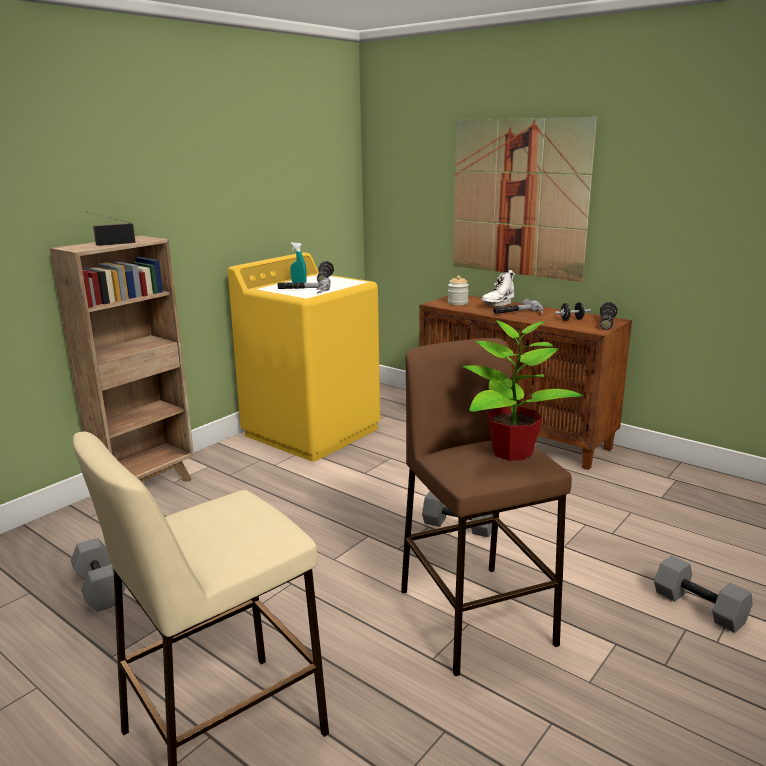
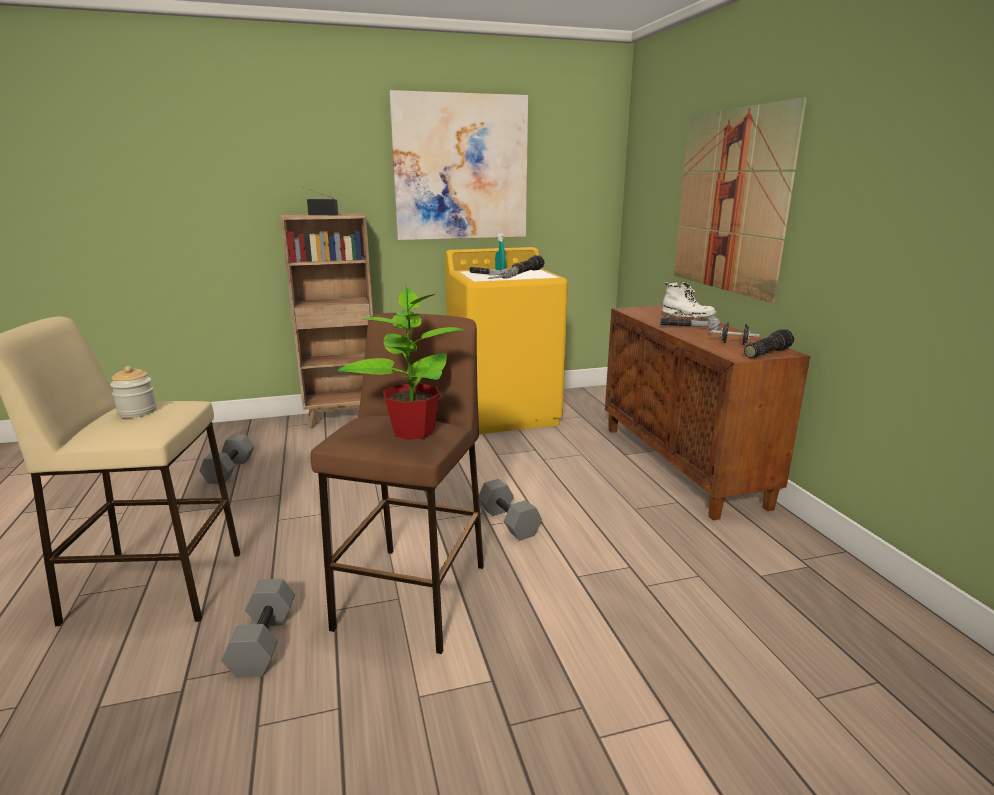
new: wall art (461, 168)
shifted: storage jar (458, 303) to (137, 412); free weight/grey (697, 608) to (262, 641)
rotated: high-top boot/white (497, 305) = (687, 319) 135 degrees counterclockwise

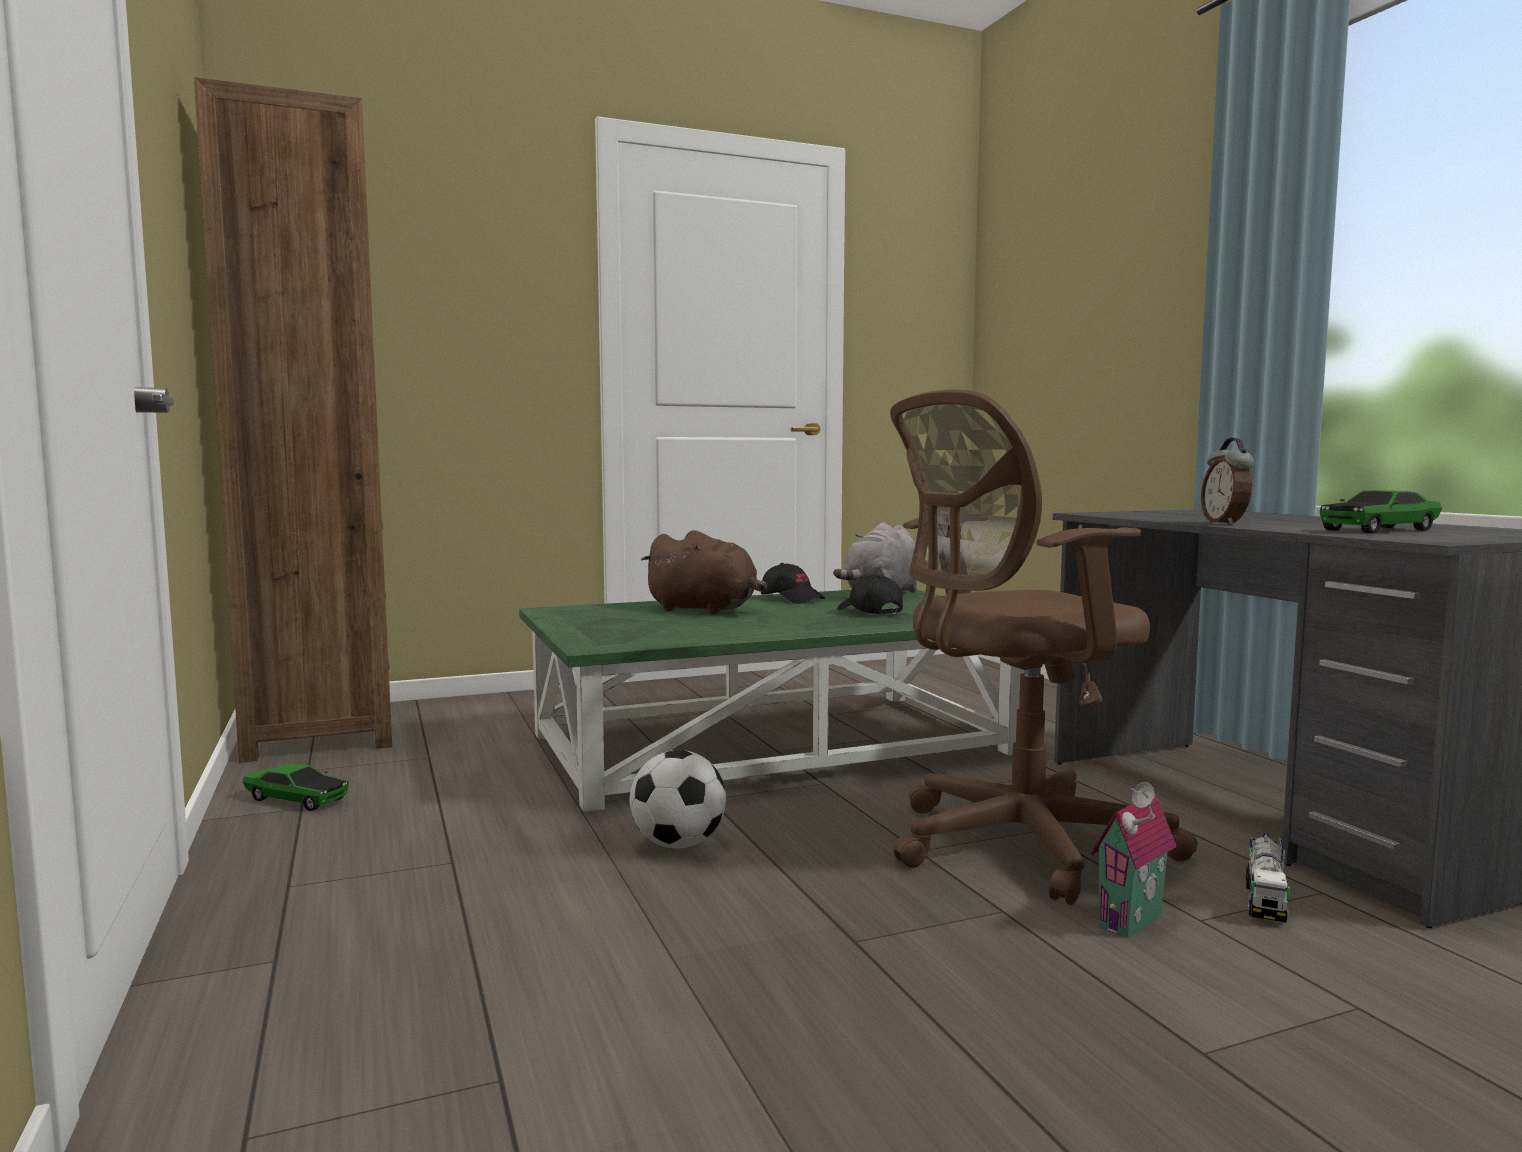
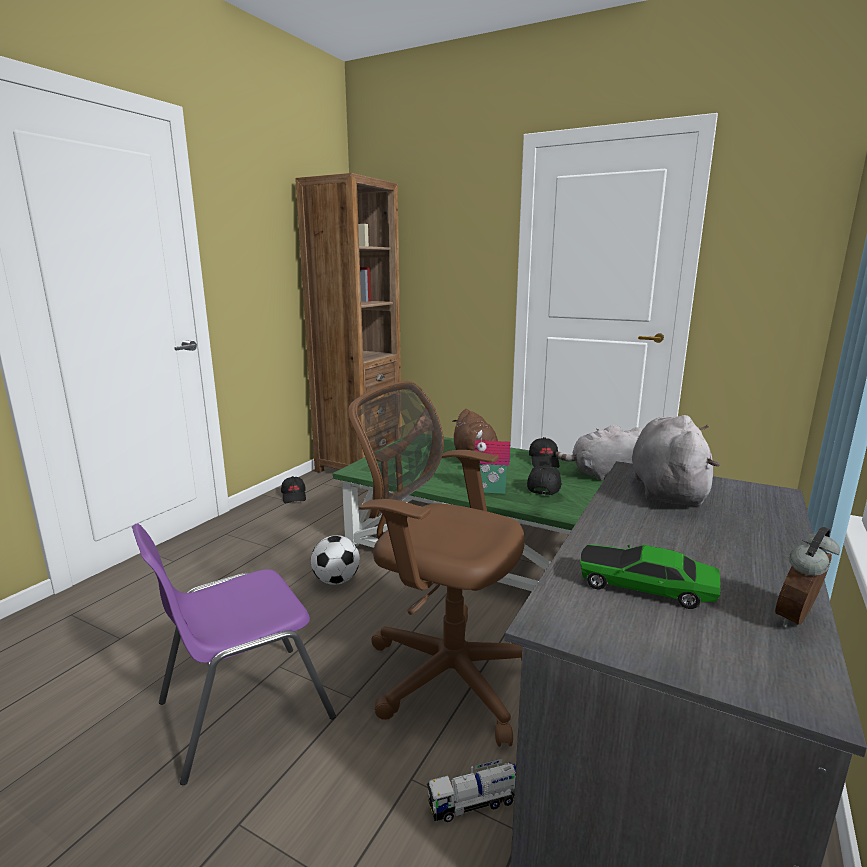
new: chair/purplish (242, 709); plush toy/grey (666, 490)
shifted: toy house (1134, 923) to (490, 491); bedside clock (1226, 523) to (799, 619)
swapped: miniature car (296, 799) to baseball cap/blackish (294, 496)

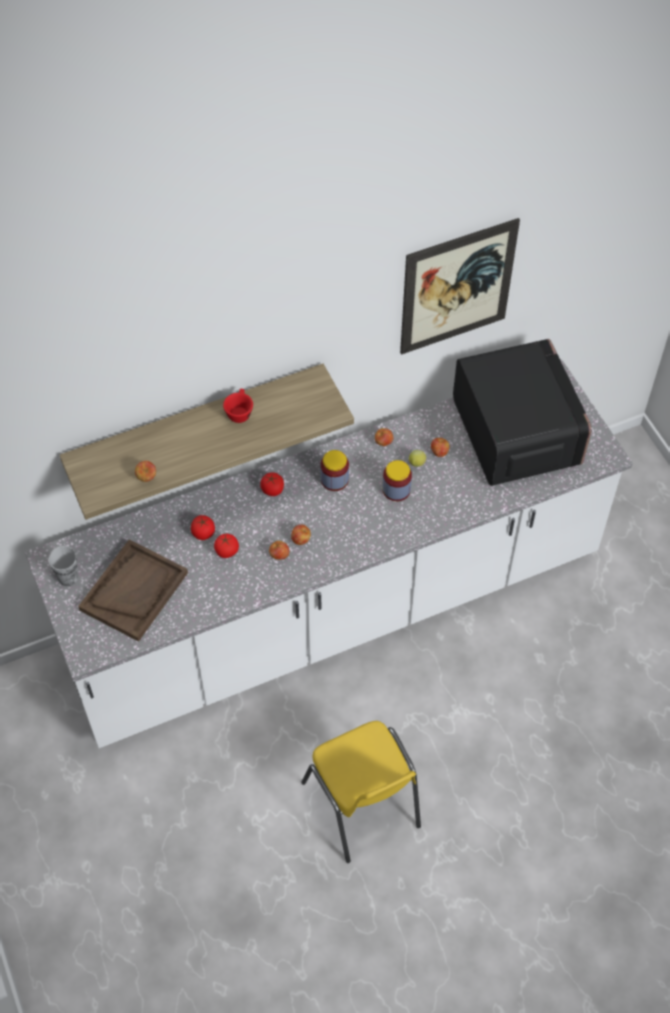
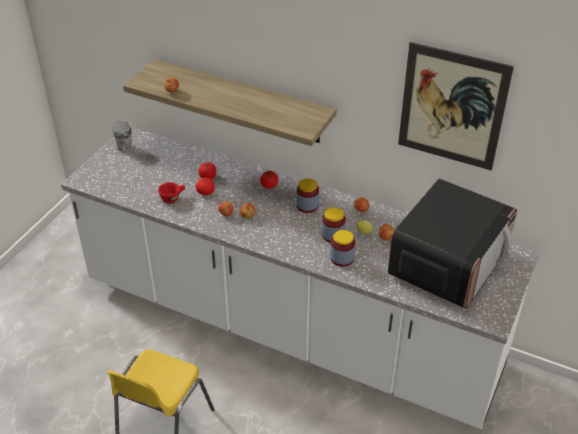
gone: tray/brown-coloured (134, 591)
new: storage jar (342, 258)
shifted: cup/red-coloured (239, 412) to (173, 198)

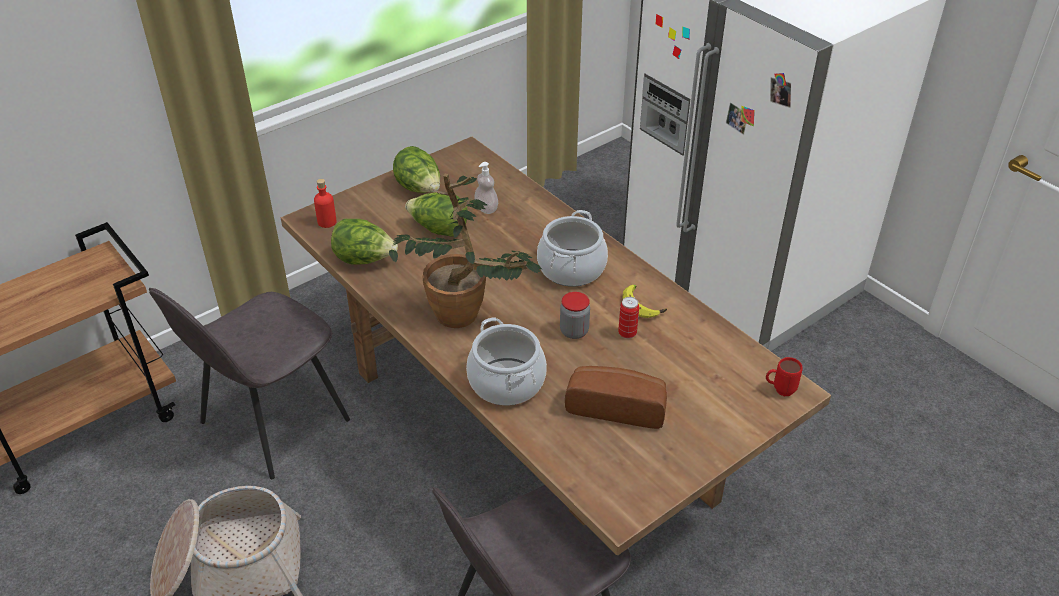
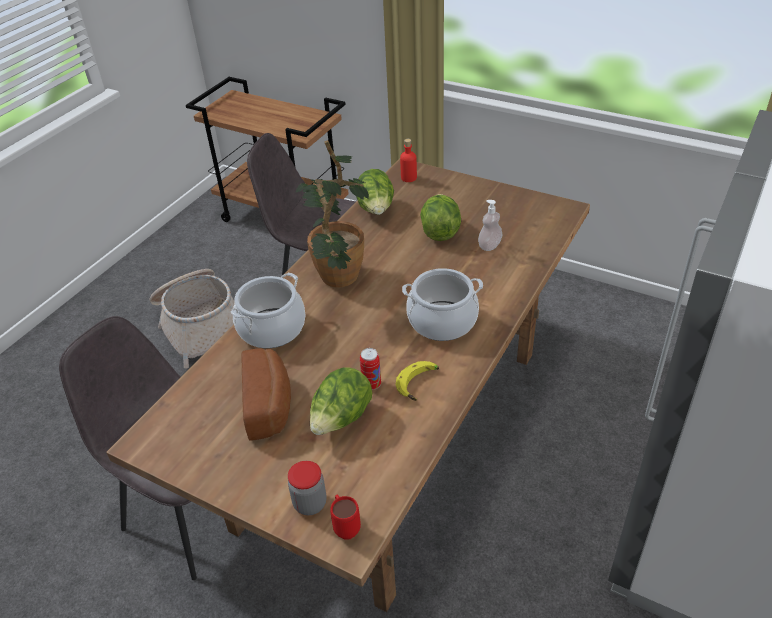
shifted: lettuce head (419, 189) to (341, 419); storage jar (574, 331) to (310, 503)

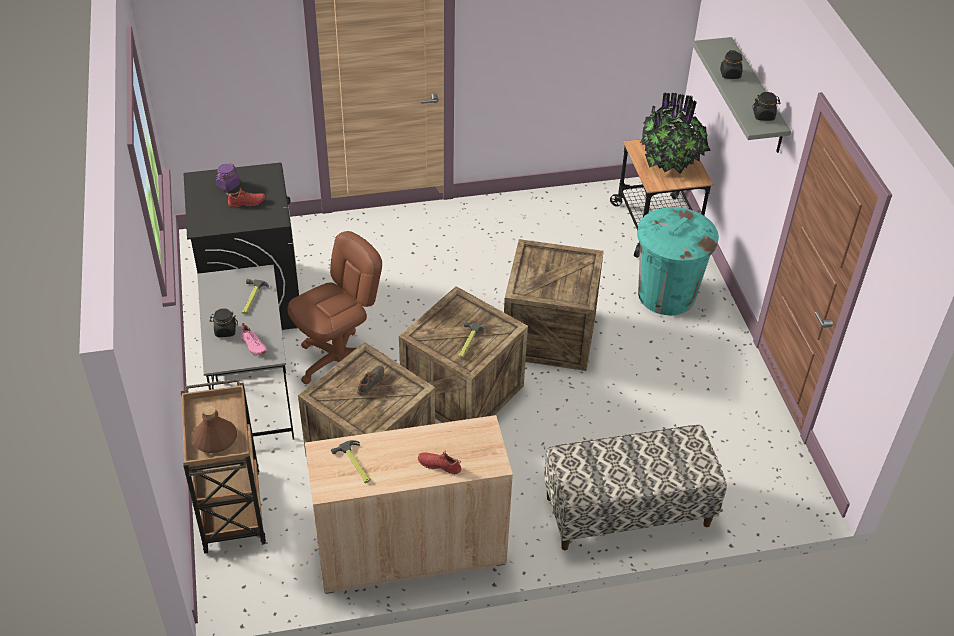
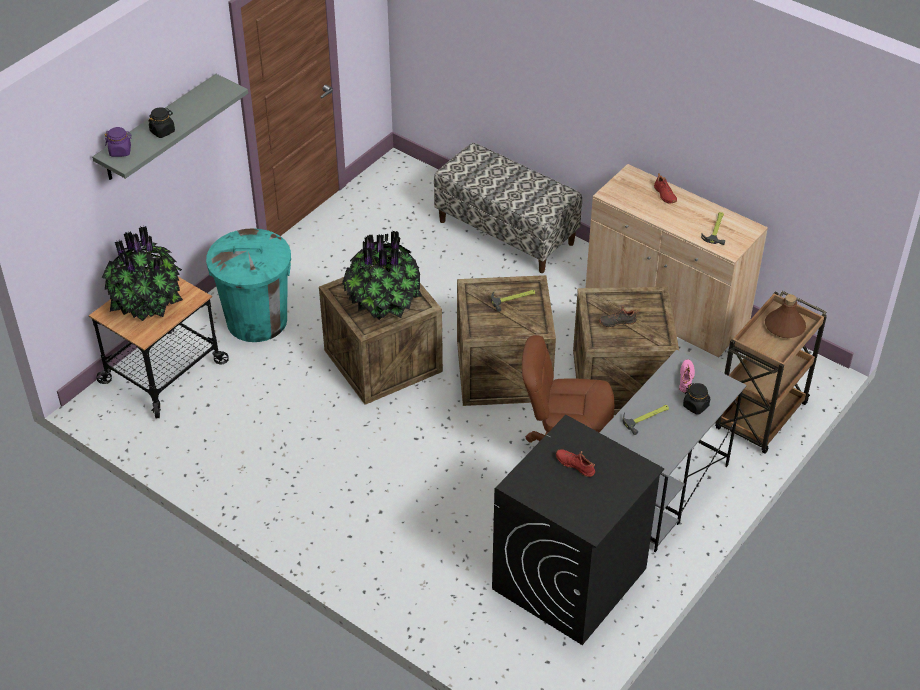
gone: storage jar/blackish (763, 116)
new: houseplant (383, 305)
shifted: storage jar/purplish (228, 185) to (120, 151)

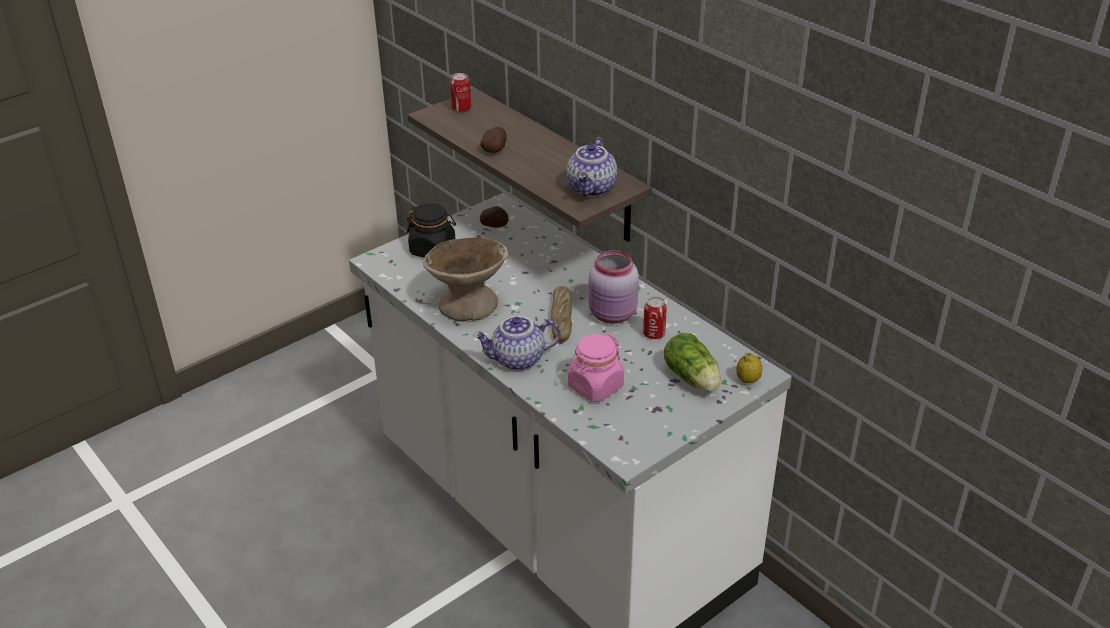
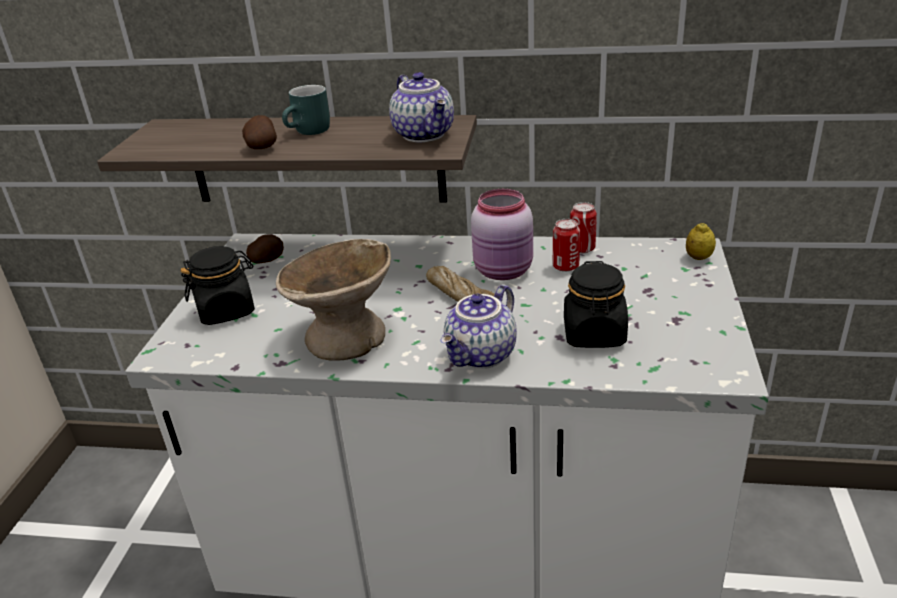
gone: lettuce head (693, 379)
new: coffee mug/turquoise (310, 132)
shifted: sealed can (461, 109) to (582, 248)
repainted: storage jar/pinkish (595, 387) to storage jar/blackish (594, 334)

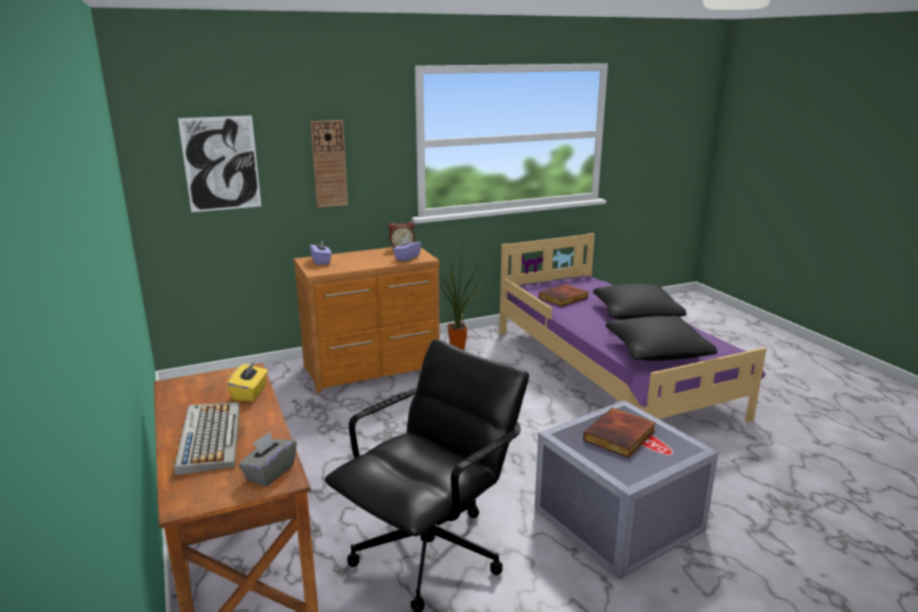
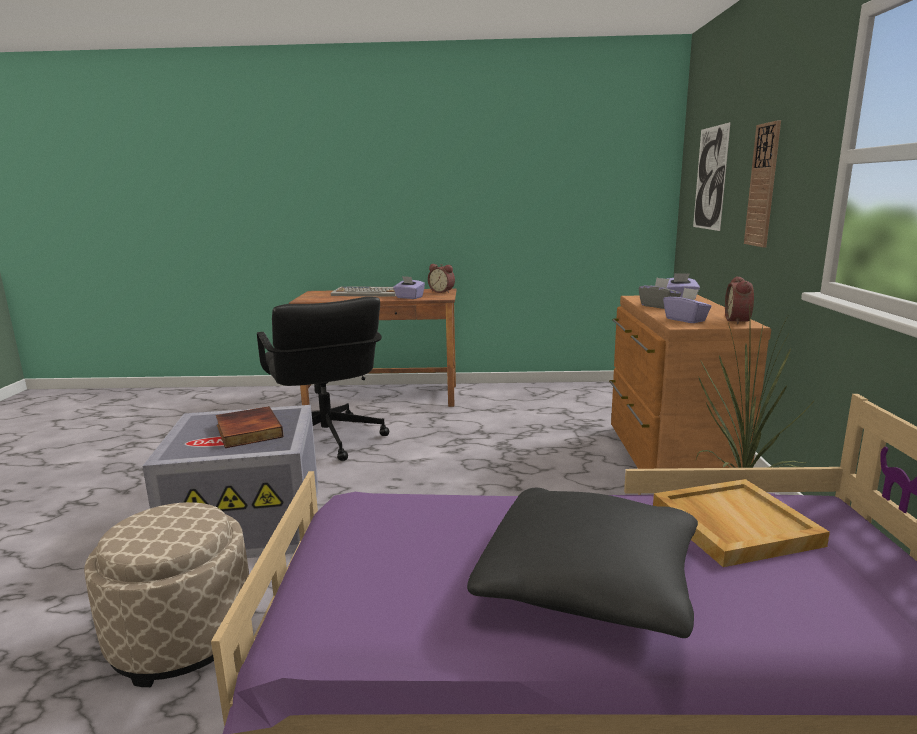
gone: cushion/blackish (657, 352)
new: footrest/beige-coloured (182, 637); bedside clock (442, 292)
shifted: tissue holder/grey (269, 473) to (658, 306)
swapped: book (564, 298) to tray/beige-coloured (732, 525)
repainted: tissue holder/yellowish (250, 393) to tissue holder/purplish (409, 297)

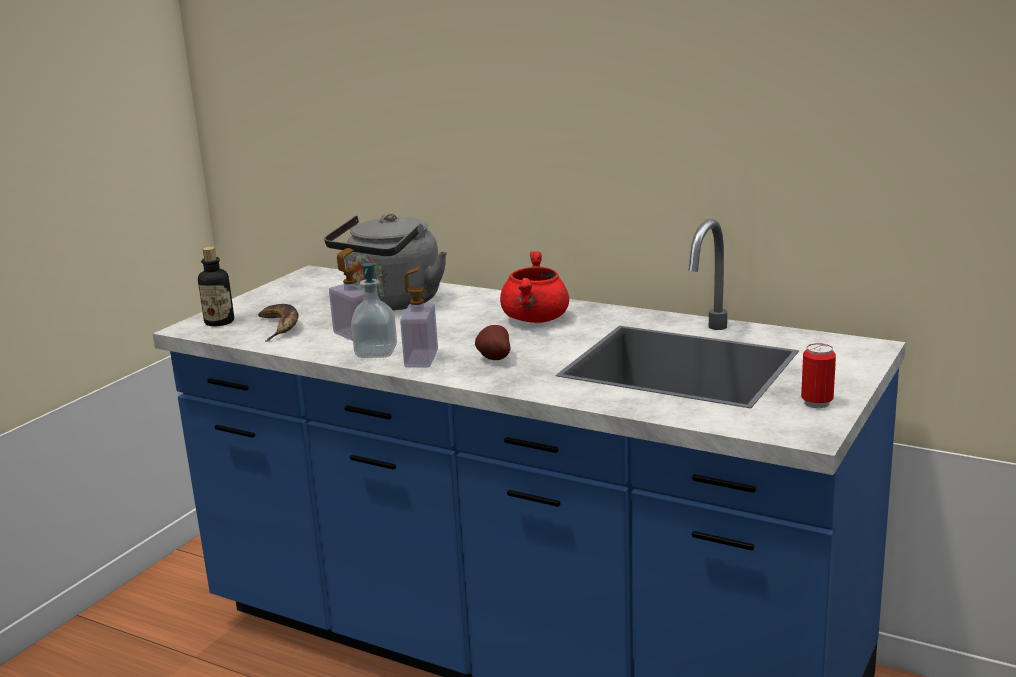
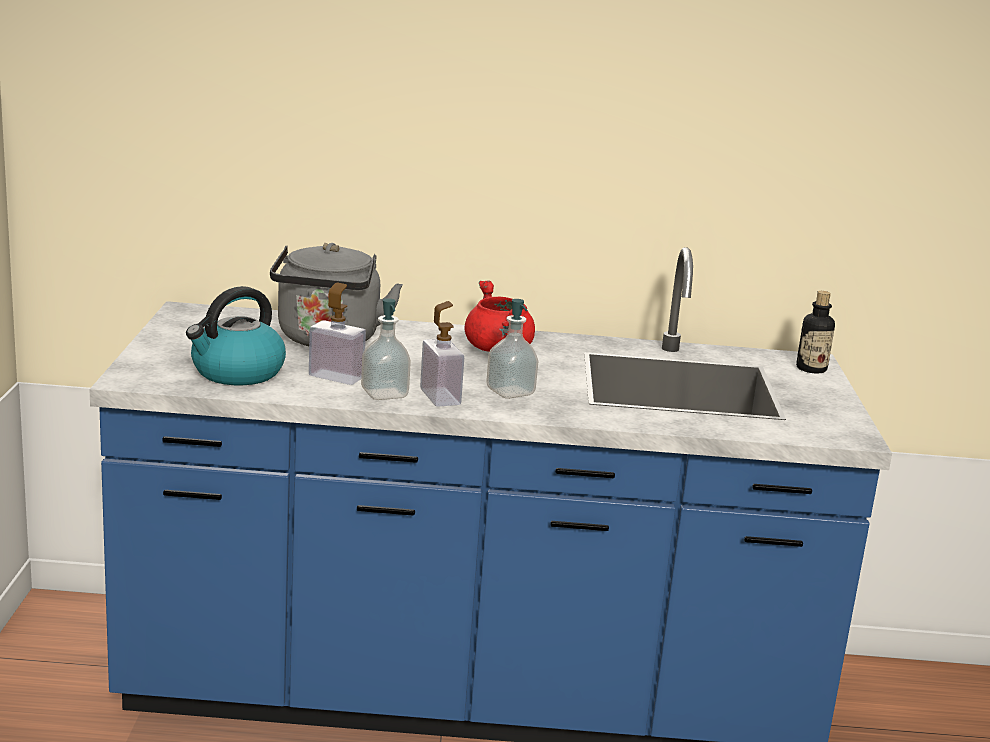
gone: sealed can (817, 403)
shifted: bottle (219, 322) to (811, 369)
swapped: whole banana (279, 327) to water kettle (237, 373); whole potato (493, 359) to liquid soap bottle (510, 392)

